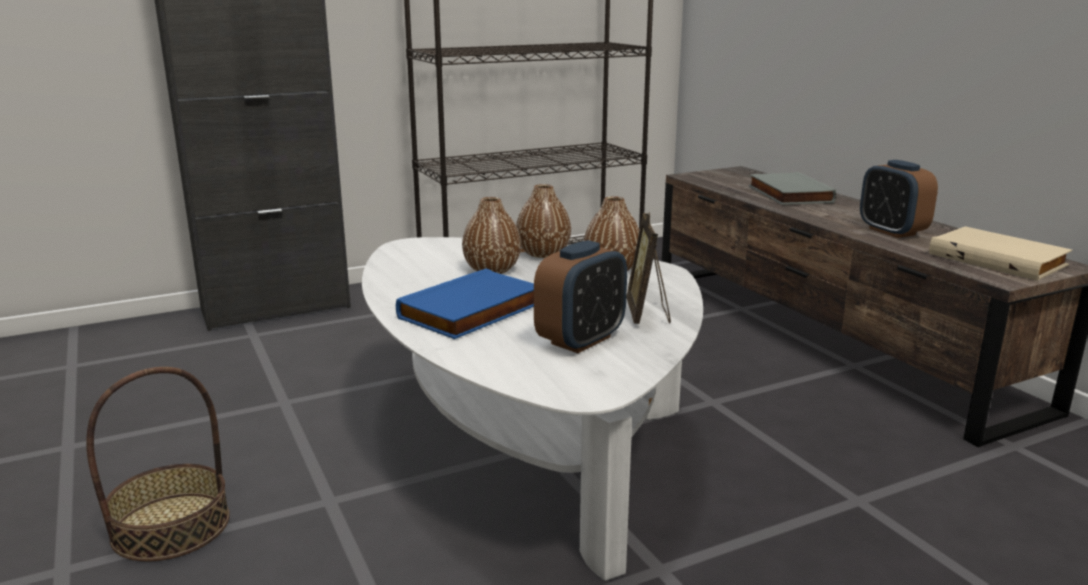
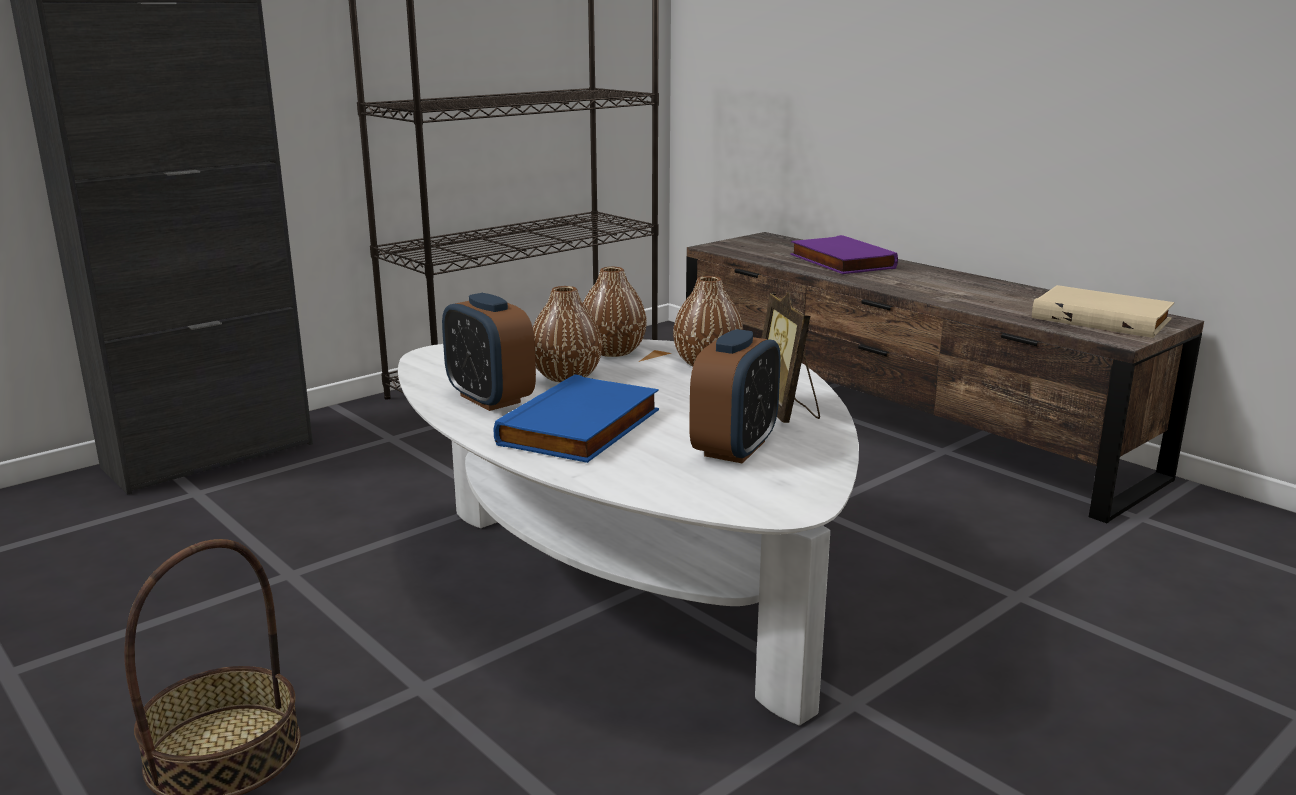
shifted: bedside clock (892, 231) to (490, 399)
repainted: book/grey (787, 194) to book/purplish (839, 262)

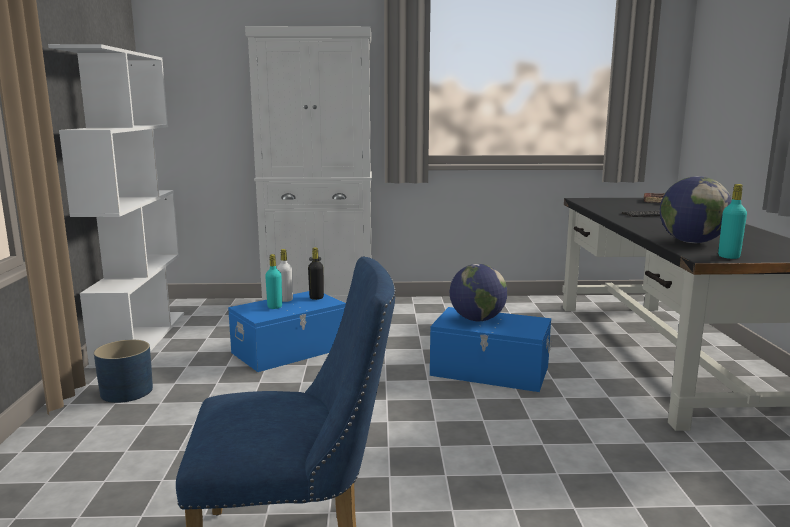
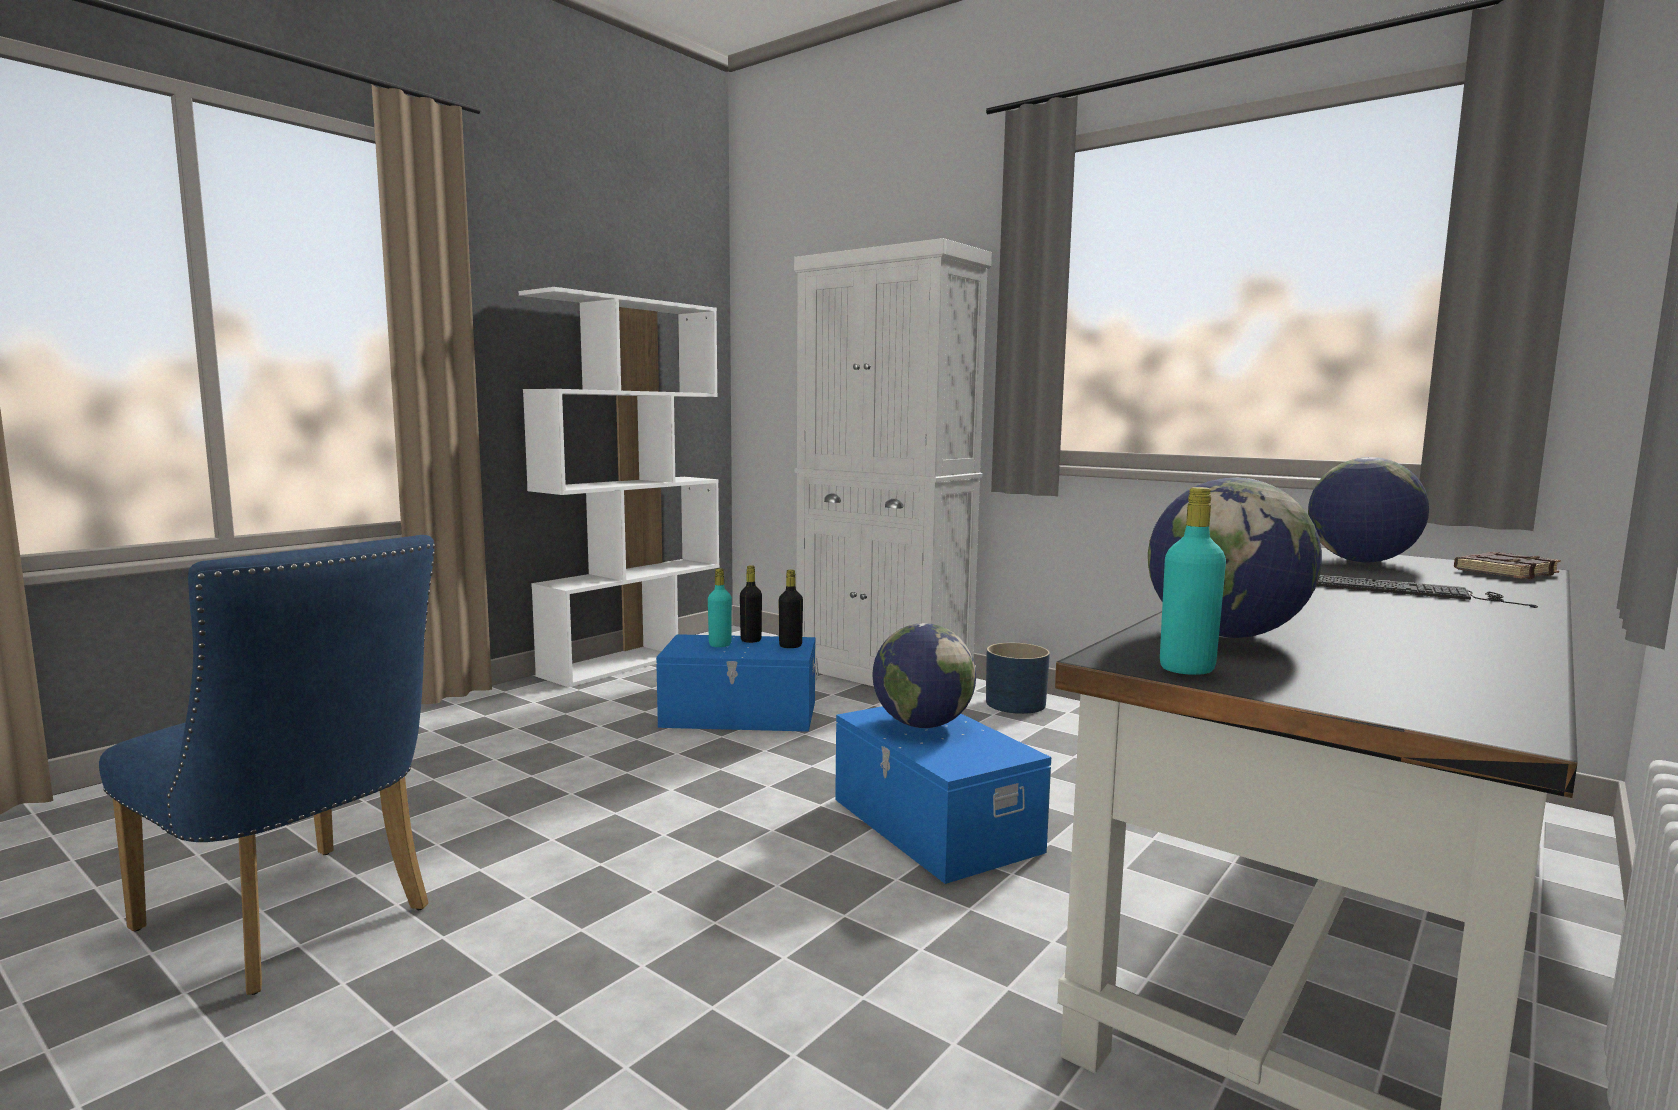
new: world globe (1361, 561)
shifted: planter/bluish (127, 391) to (1015, 704)
repainted: bottle/white (285, 300) to bottle/blackish (751, 640)

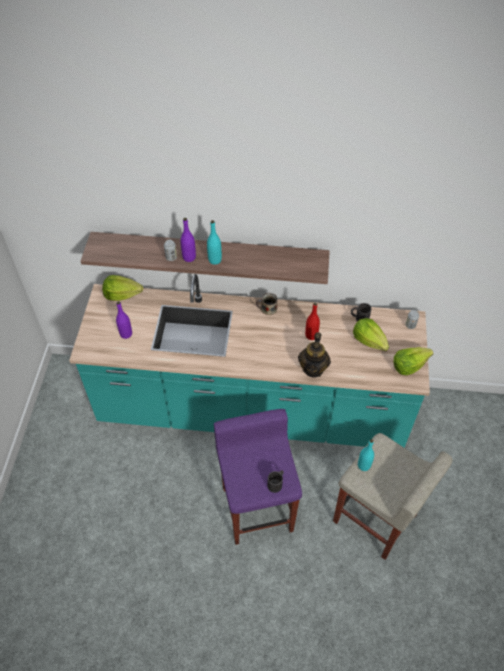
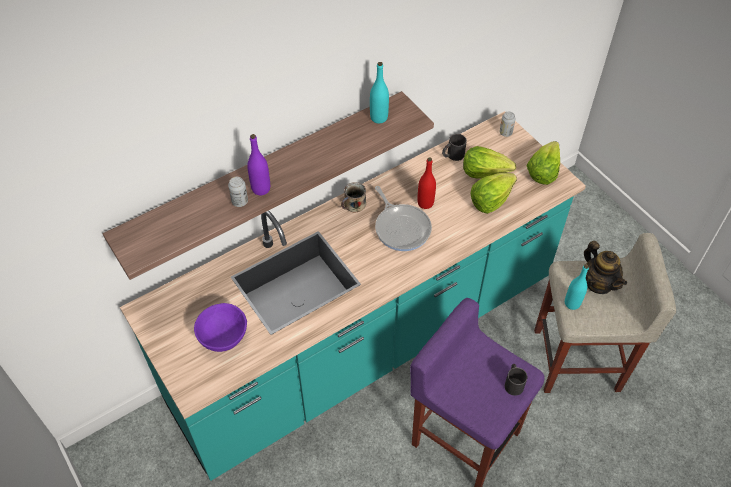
new: pan (401, 227)
shifted: lettuce head (122, 295) to (490, 201); bottle/turquoise (215, 260) to (379, 117); teapot (313, 368) to (598, 283)
swapped: bottle/purplish (126, 334) to bowl/purplish (222, 337)

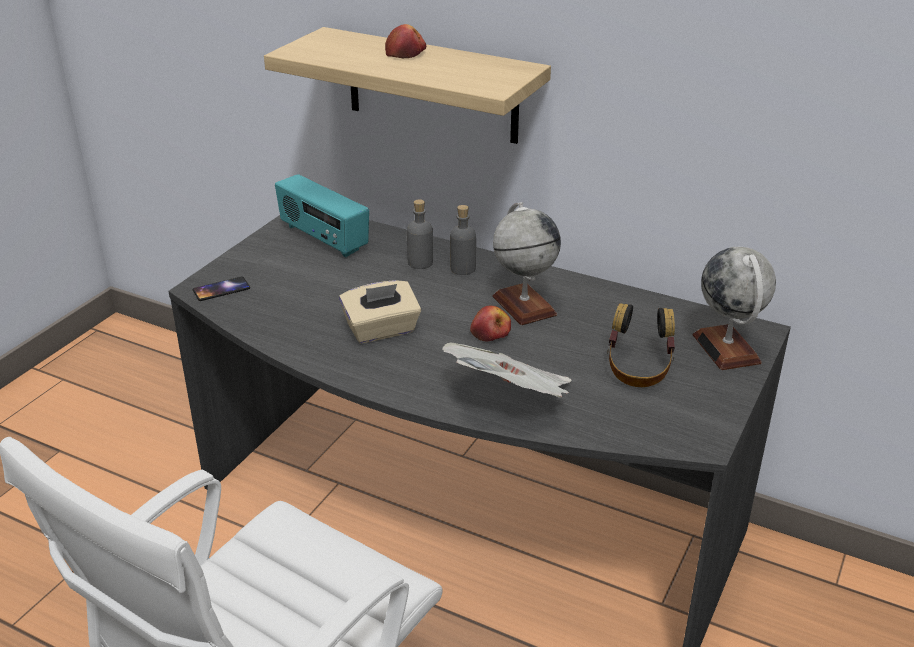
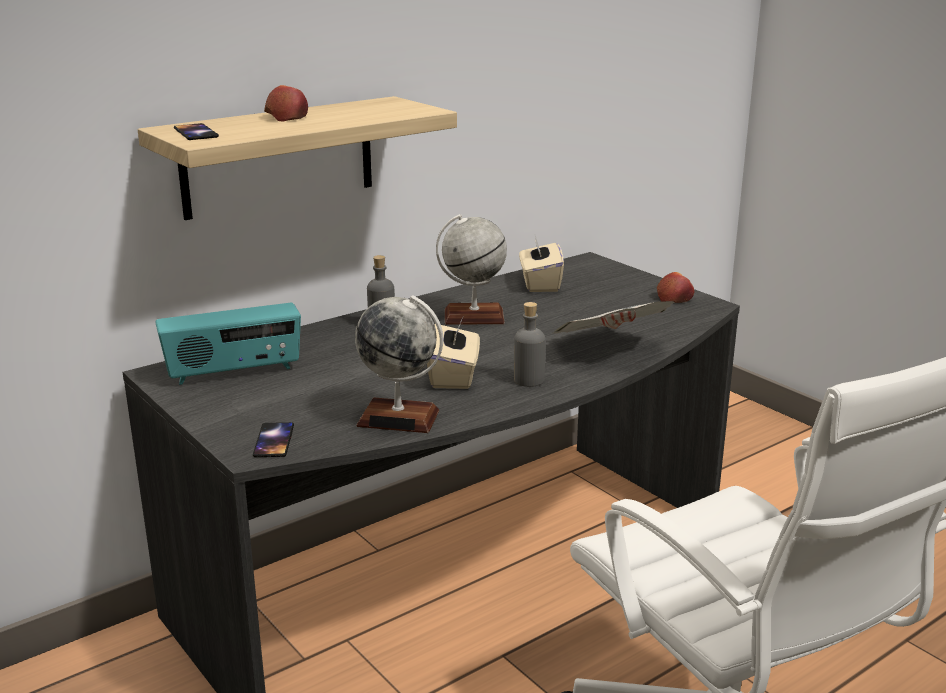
gone: pair of headphones (638, 369)
new: handset (195, 133); tissue holder/beige-coloured (540, 284)
shifted: bottle/grey (420, 262) to (529, 380); apple (490, 333) to (674, 297); world globe (726, 349) to (399, 418)

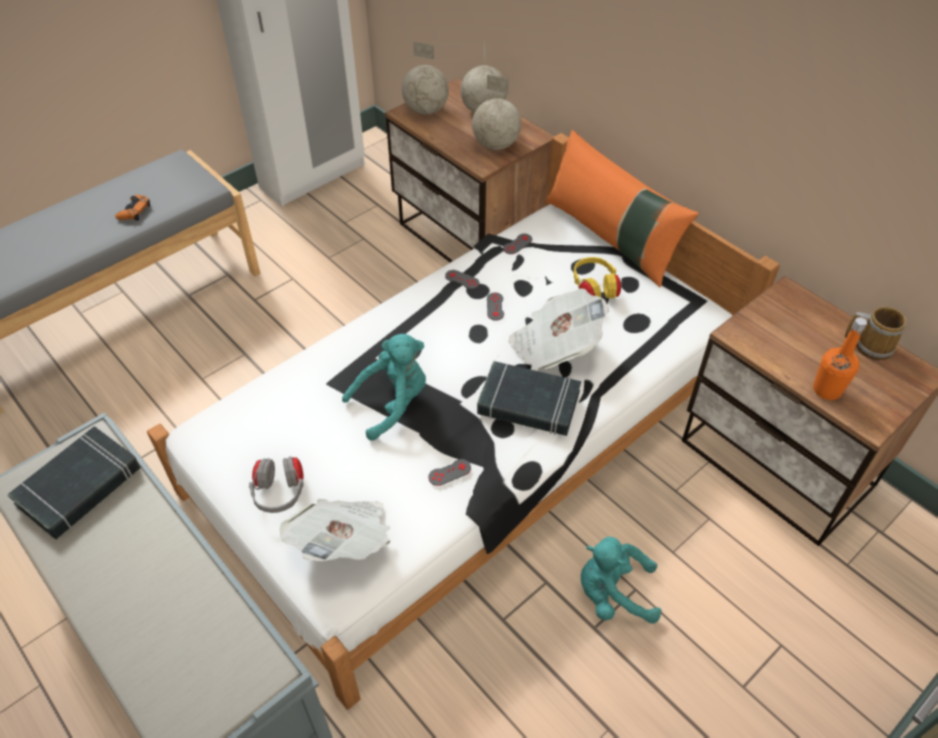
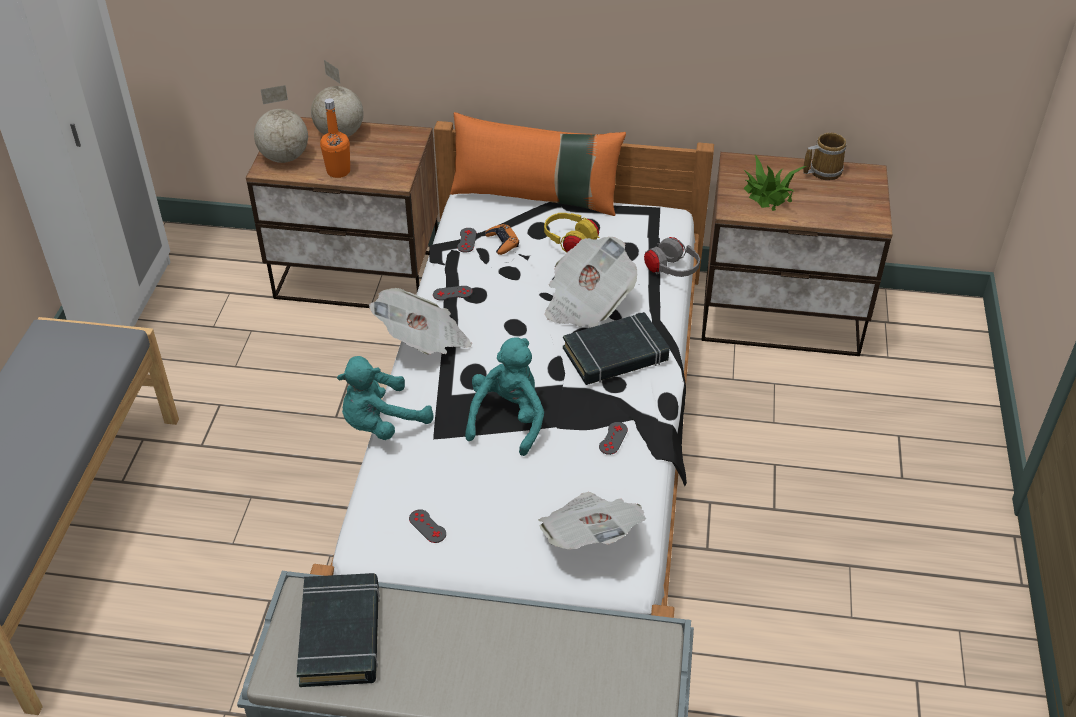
gone: world globe (496, 145)
new: printed paper (423, 341); houseplant (768, 195)
shifted: joypad/orangey (134, 211) to (502, 242); pair of headphones/grey (280, 493) to (671, 271); joypad/grey (495, 306) to (427, 526); plush toy/turquoise (613, 594) to (381, 423); bottle/orangey (827, 390) to (338, 171)

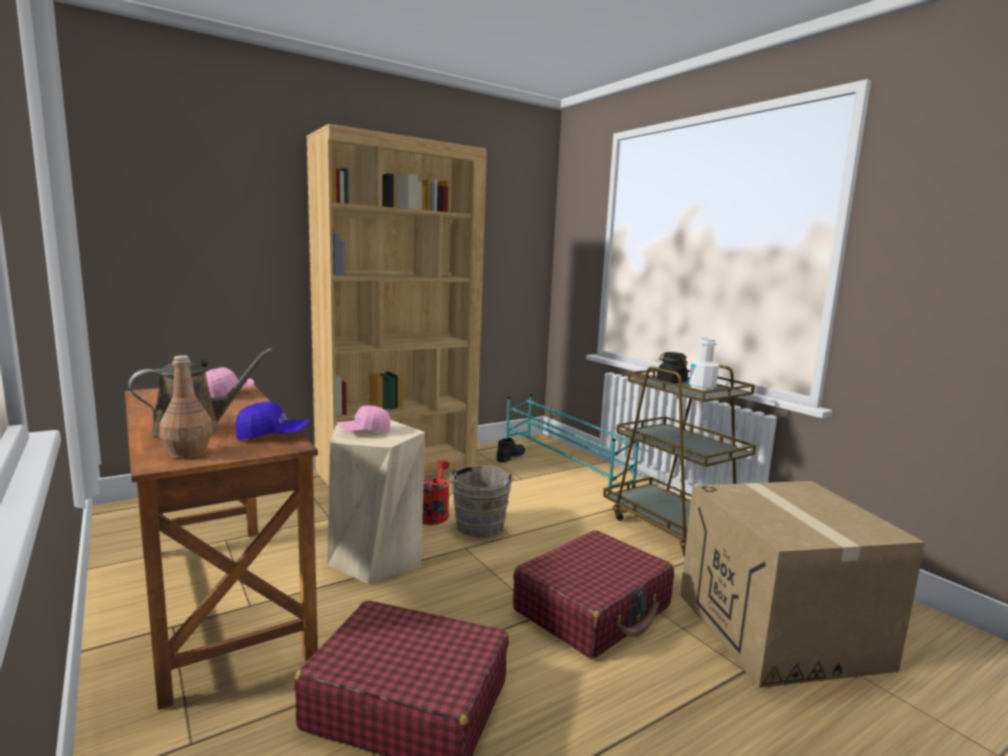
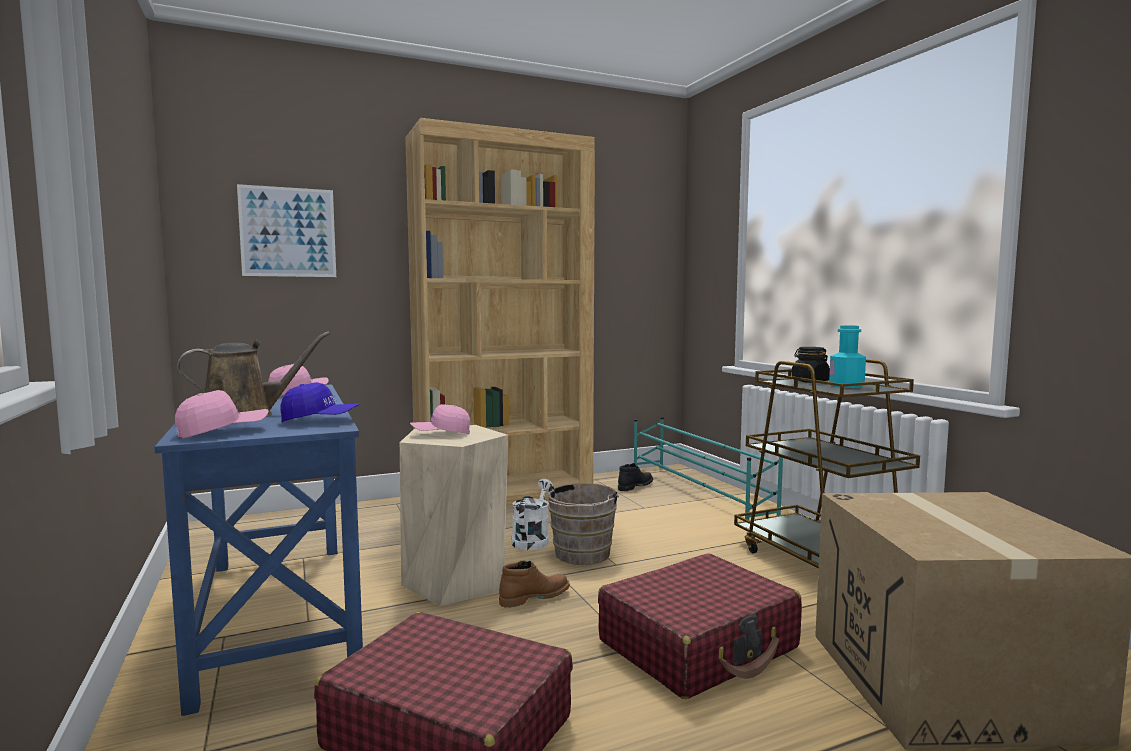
new: wall art (288, 232); high-top boot/brown-coloured (534, 597)
swapped: bottle/brown-coloured (187, 453) to baseball cap/pinkish (223, 431)
repainted: desk/brown-coloured (217, 599) to desk/bluish (276, 613); watering pot/red-coloured (433, 513) to watering pot/white (532, 539); bottle/white (702, 388) to bottle/turquoise (846, 386)

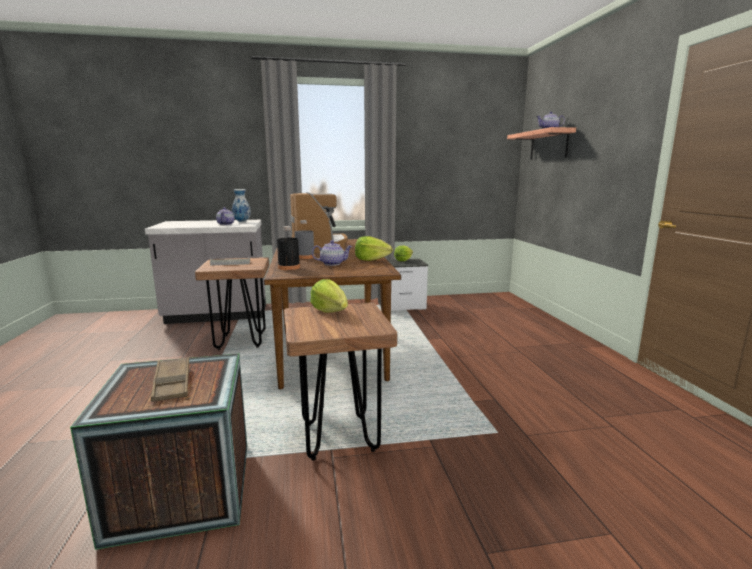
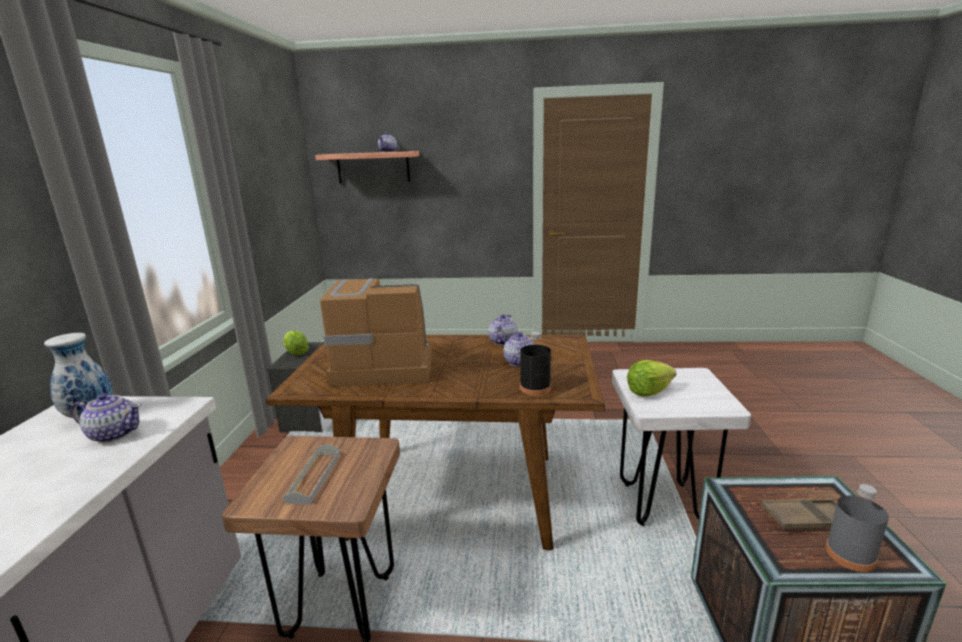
shifted: bottle/grey (305, 257) to (850, 555)
swapped: lettuce head (371, 259) to teapot (502, 341)
repainted: sitting stool/brown-coloured (339, 437) to sitting stool/white (663, 504)

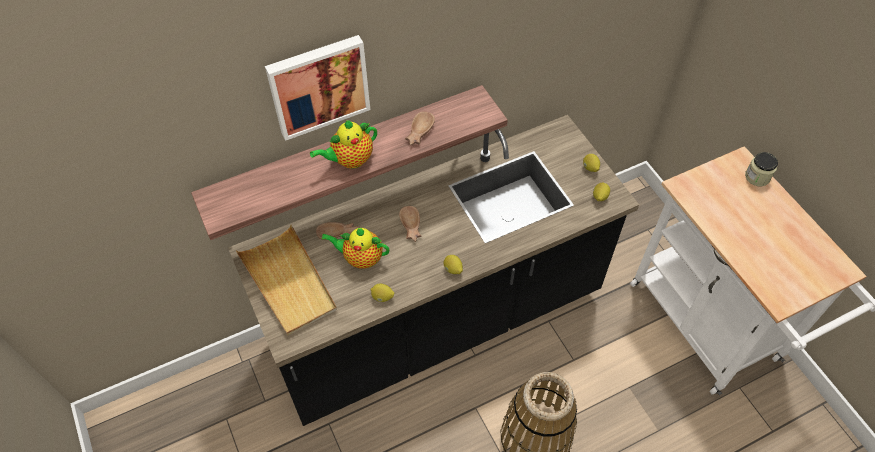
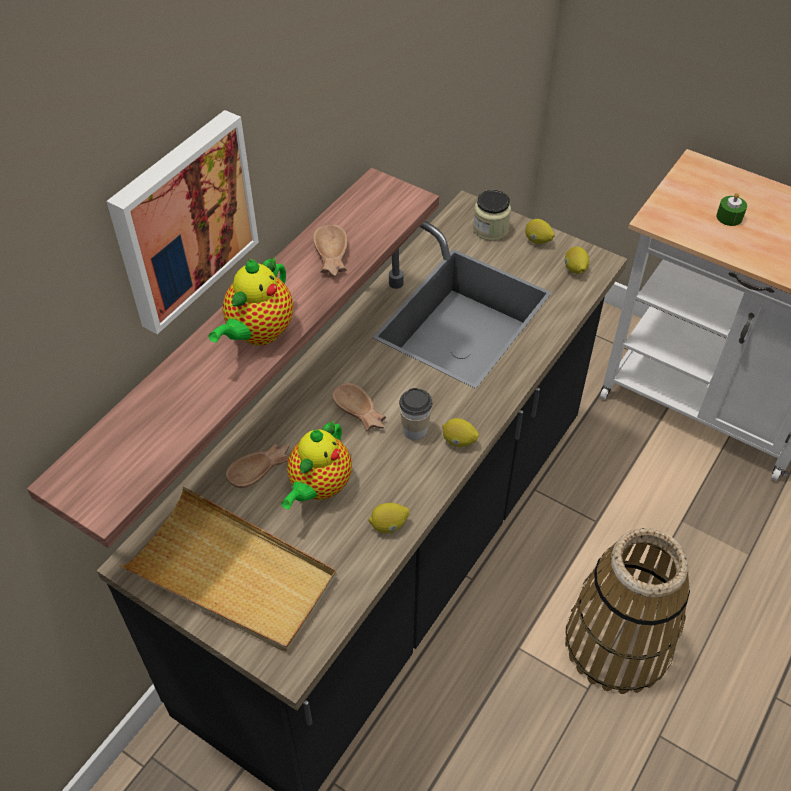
new: cup (415, 430); candle/greenish (729, 217)
shifted: storage jar (757, 177) to (490, 229)
rotated: teapot (360, 258) = (318, 487) 45 degrees counterclockwise

